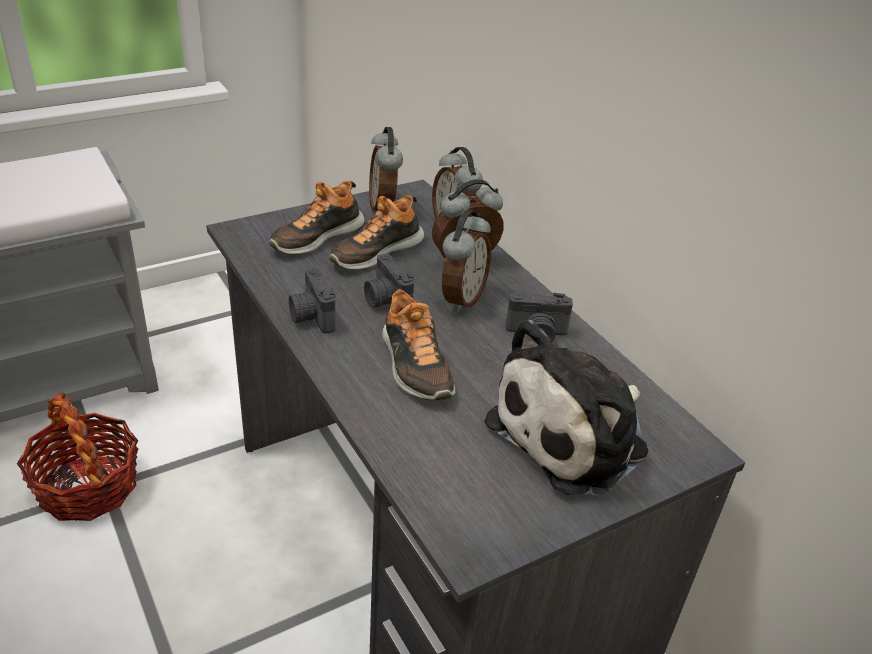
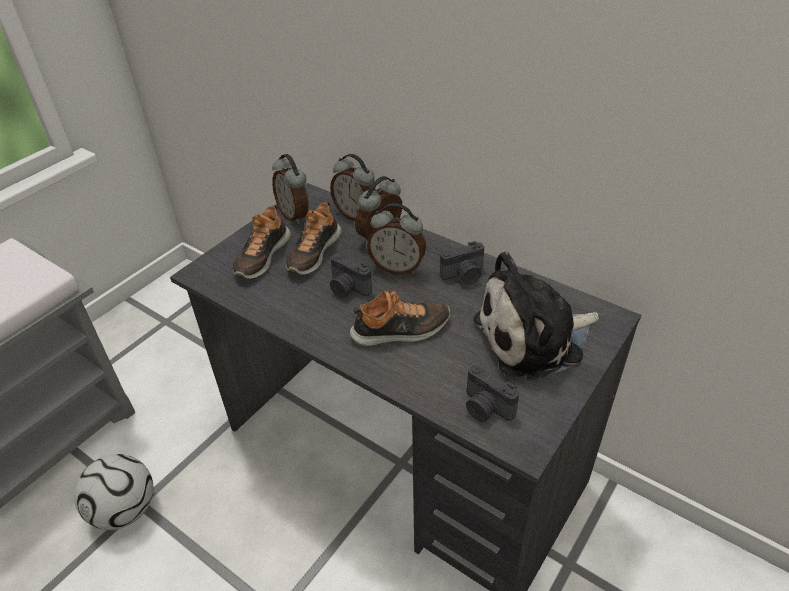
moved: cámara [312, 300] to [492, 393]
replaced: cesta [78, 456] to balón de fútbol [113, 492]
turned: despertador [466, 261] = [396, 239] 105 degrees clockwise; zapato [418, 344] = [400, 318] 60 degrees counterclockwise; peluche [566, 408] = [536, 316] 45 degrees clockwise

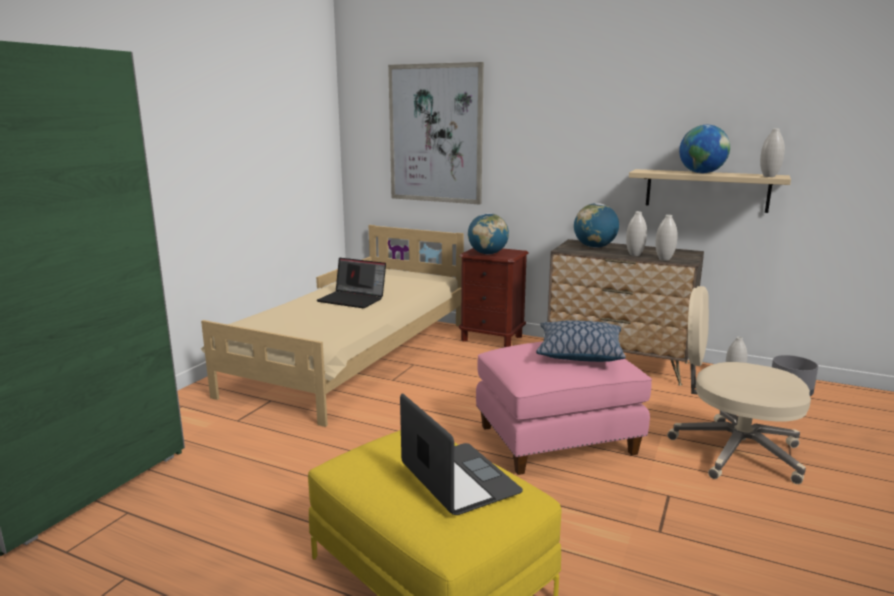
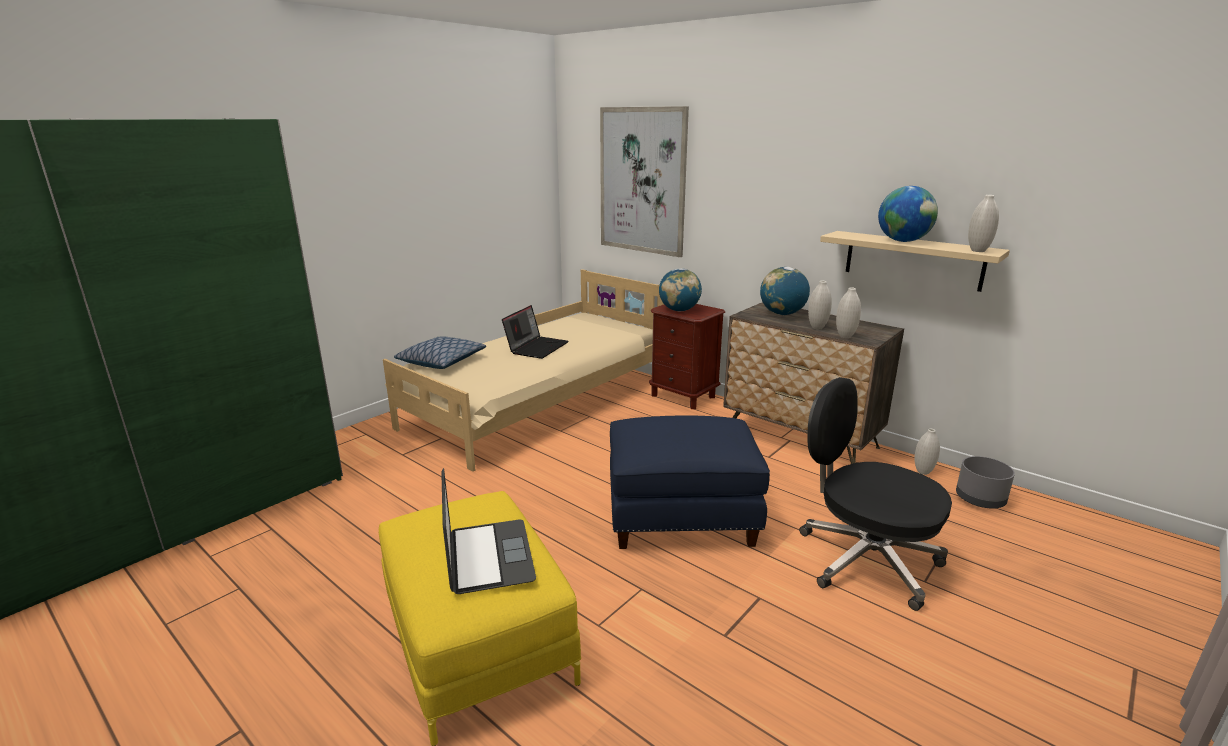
moved: cojín [581, 341] to [440, 352]
recoloured: silla de oficina/beis [739, 385] to silla de oficina/negro [875, 494]; puf/rosa [564, 408] to puf/azul [690, 482]
turned: portátil [351, 283] = [535, 332] 105 degrees counterclockwise

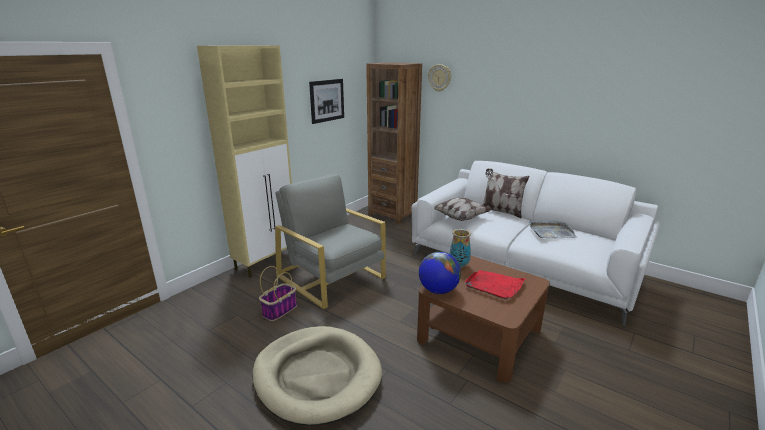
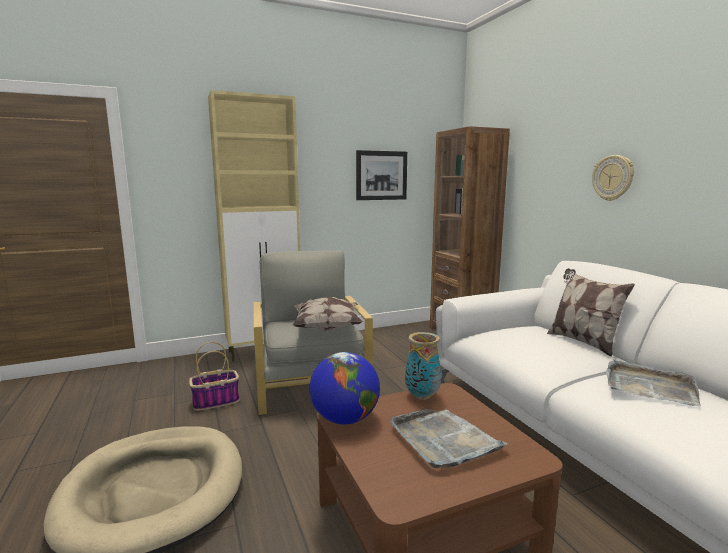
moved: reloj de pared [439, 78] to [613, 178]; cojín [462, 209] to [328, 314]
recoloured: bandeja/rojo [495, 285] to bandeja/gris [449, 438]

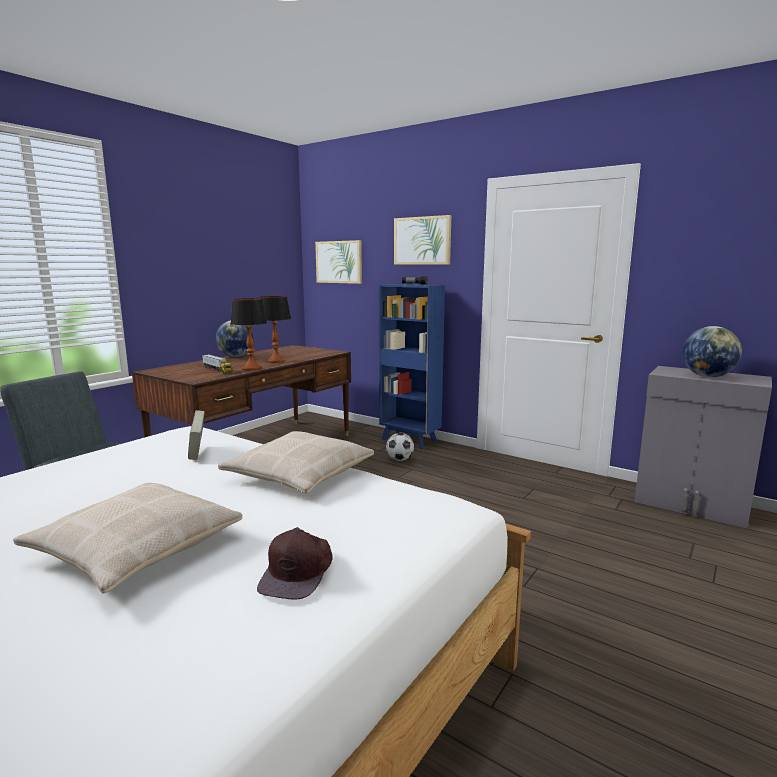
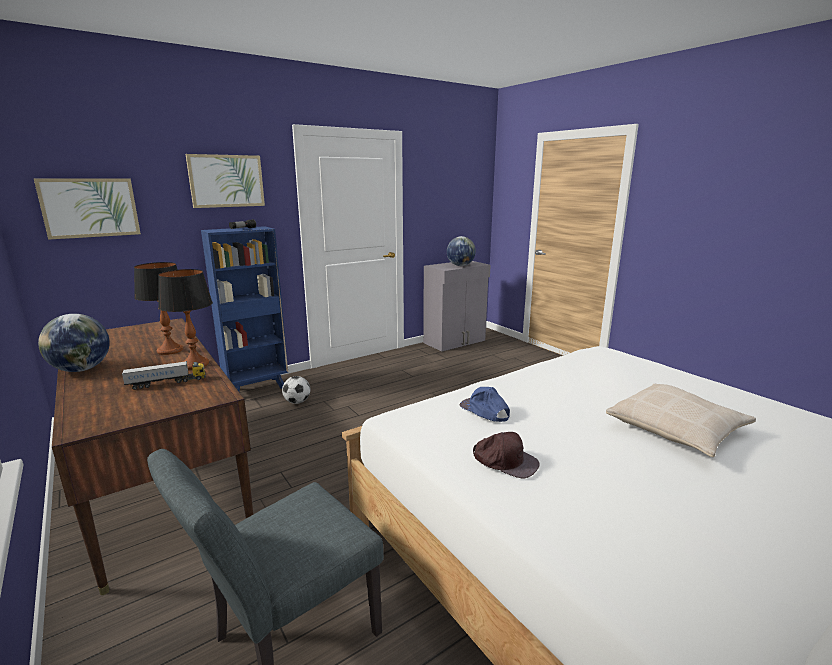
removed: cojín/beis [296, 462]
moved: gorra/marrón [295, 563] to [506, 455]
replaced: libro [196, 435] to gorra/azul [485, 404]

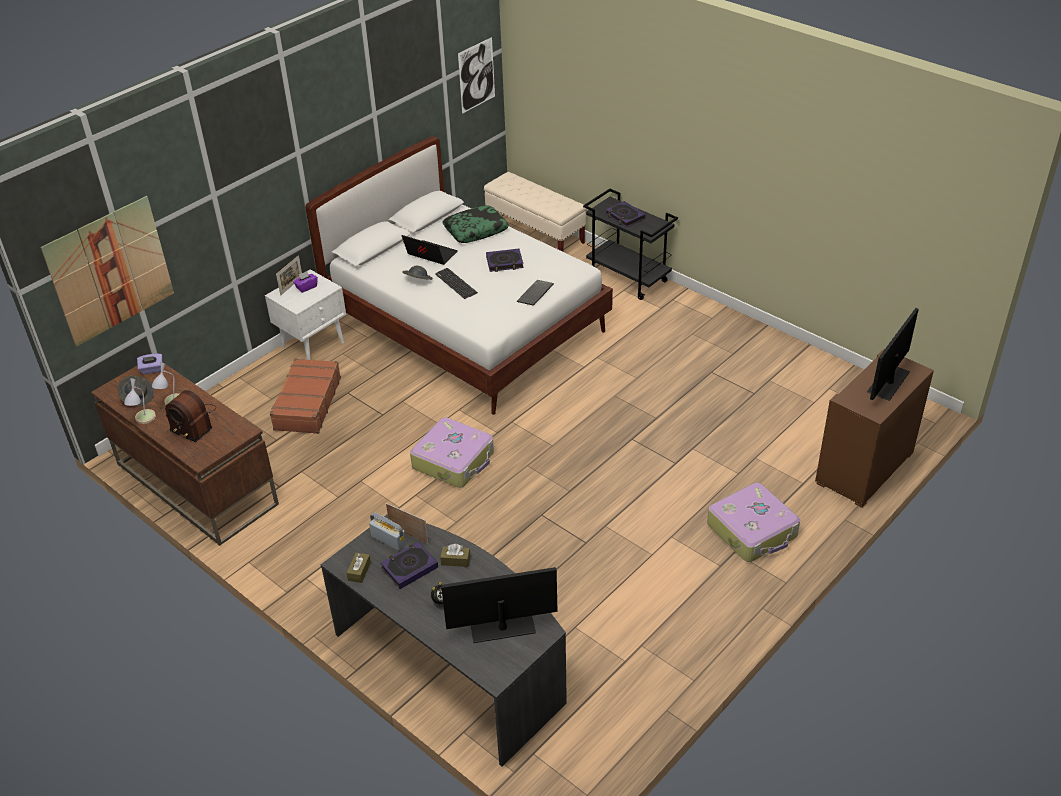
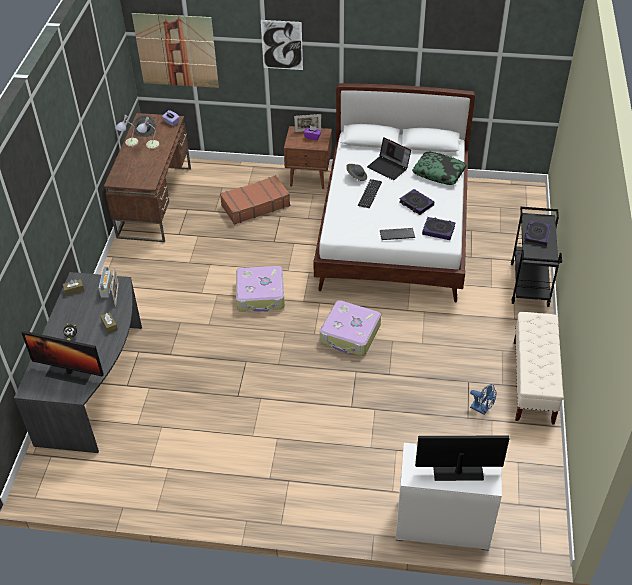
removed: radio [190, 416]
added: ventilador/azul [483, 399]
moved: cuadro [476, 75] to [282, 45]; banco/beis [535, 212] to [539, 368]; maleta [753, 522] to [350, 328]; libro [409, 565] to [439, 228]
recoloured: mesita de noche/blanco [305, 314] to mesita de noche/marrón [308, 157]; cómoda/marrón [874, 428] to cómoda/blanco [449, 497]
turned: portátil [430, 250] = [389, 158] 135 degrees clockwise; monitor [499, 605] = [63, 358] 150 degrees clockwise

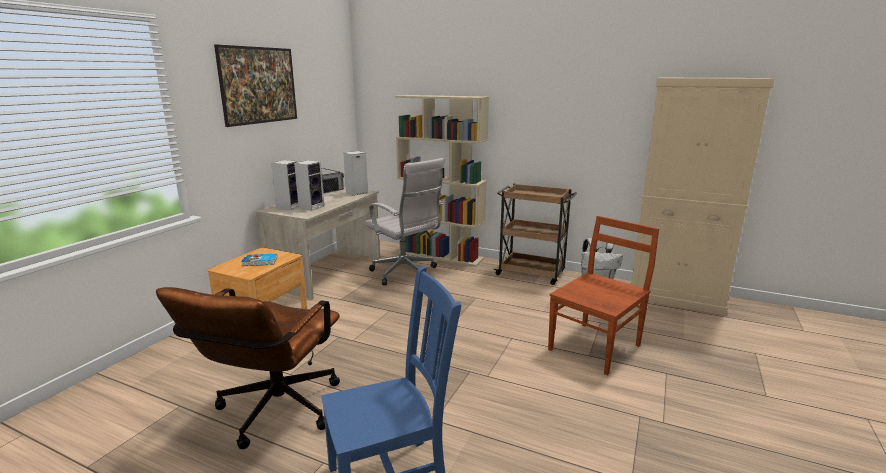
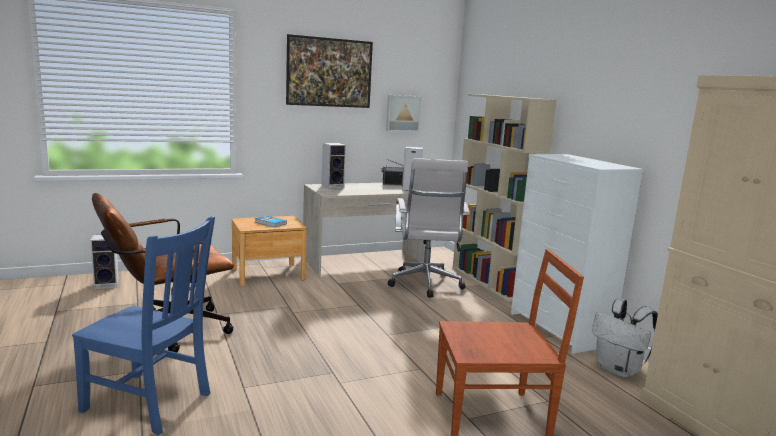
added: cuadro [404, 113]
moved: altavoz [309, 185] to [104, 262]
replaced: carrito/marrón [535, 234] to cómoda/blanco [577, 254]

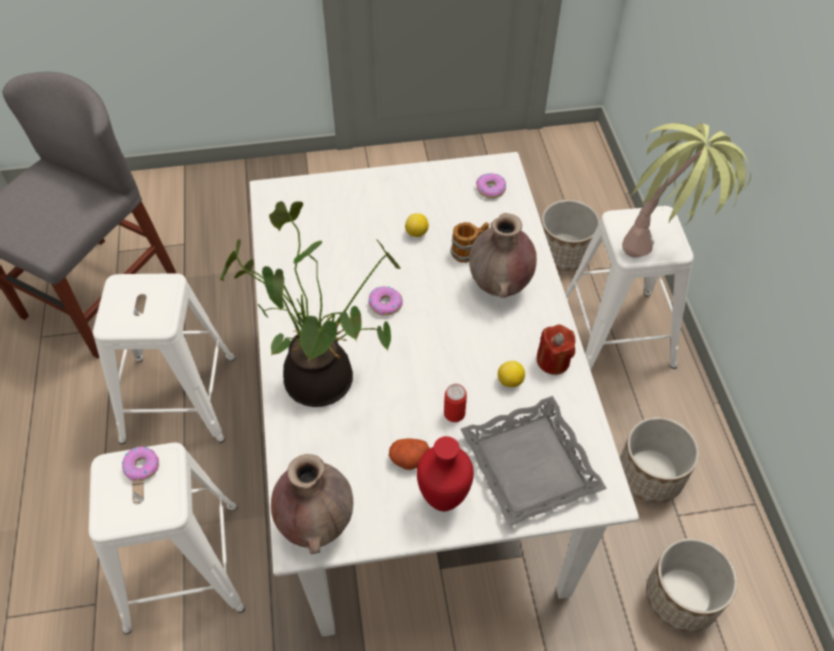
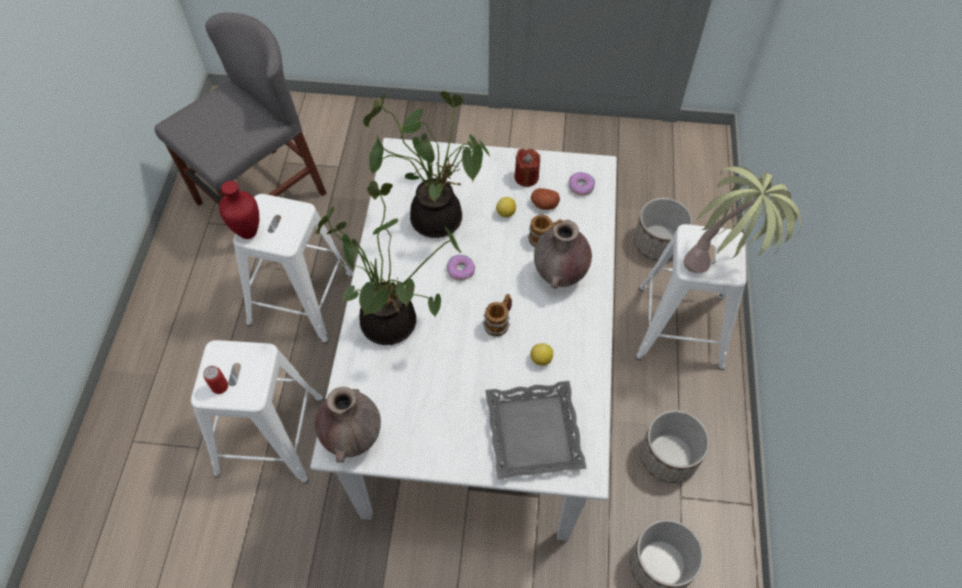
removed: rosquilla [140, 463]
added: planta en maceta [427, 164]; taza grande [497, 315]
moved: vela/rojo [556, 349] to [527, 168]; lata [455, 403] to [215, 380]; florero/rojo [445, 473] to [239, 210]; patata [409, 454] to [545, 199]

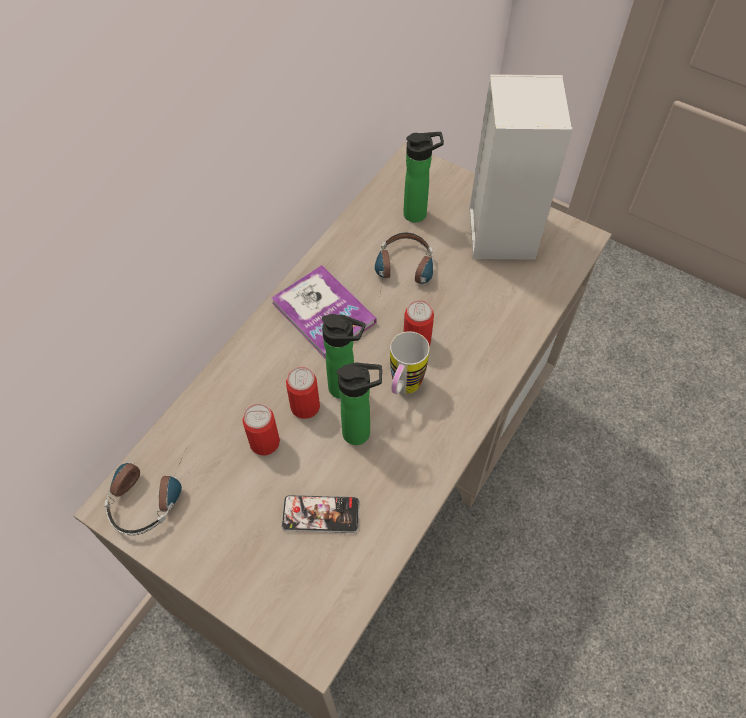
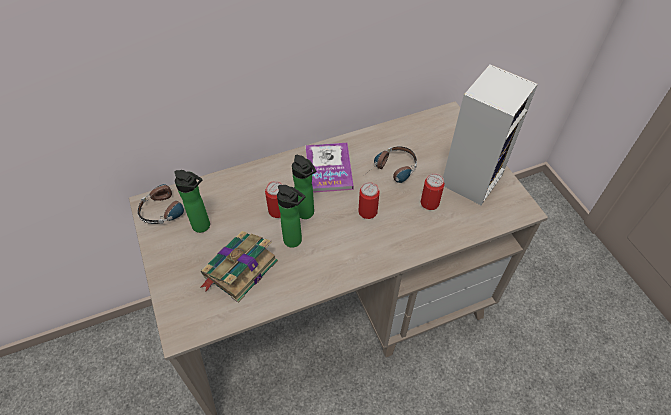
removed: taza grande [409, 362]
moved: botella [423, 177] to [192, 201]; lata [261, 429] to [433, 191]
replaced: móvil [320, 514] to libro [239, 267]

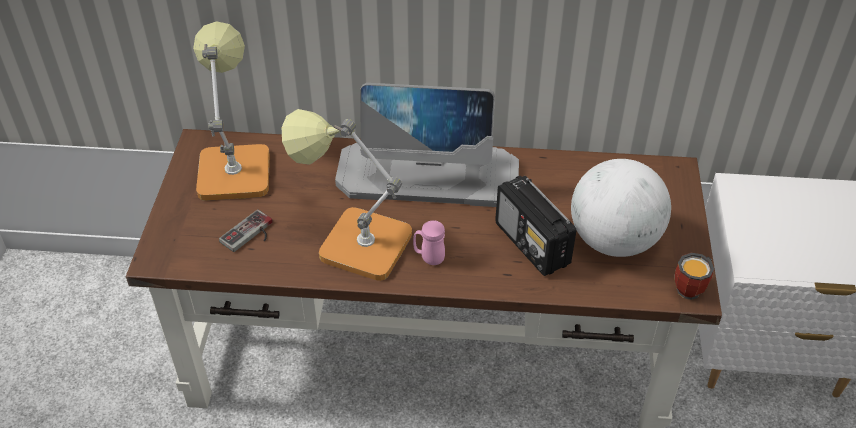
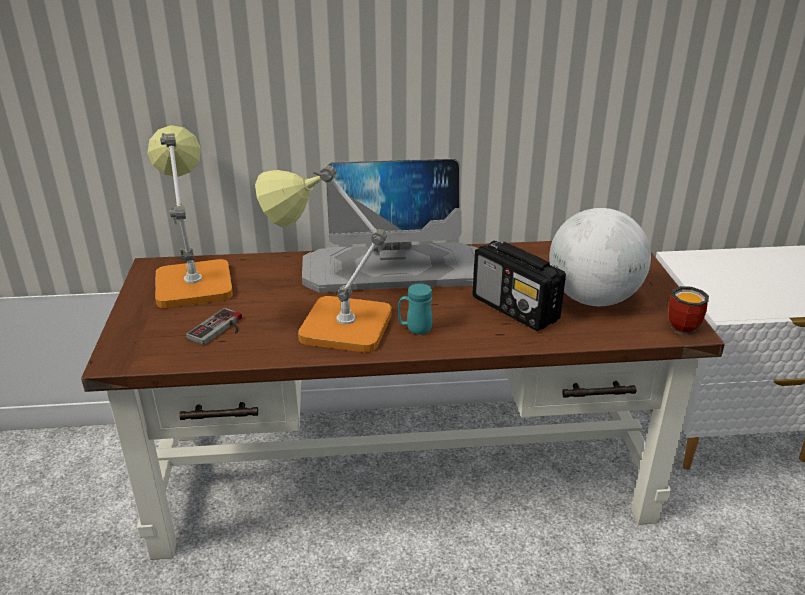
recoloured: taza grande/rosa [429, 242] to taza grande/turquesa [415, 309]

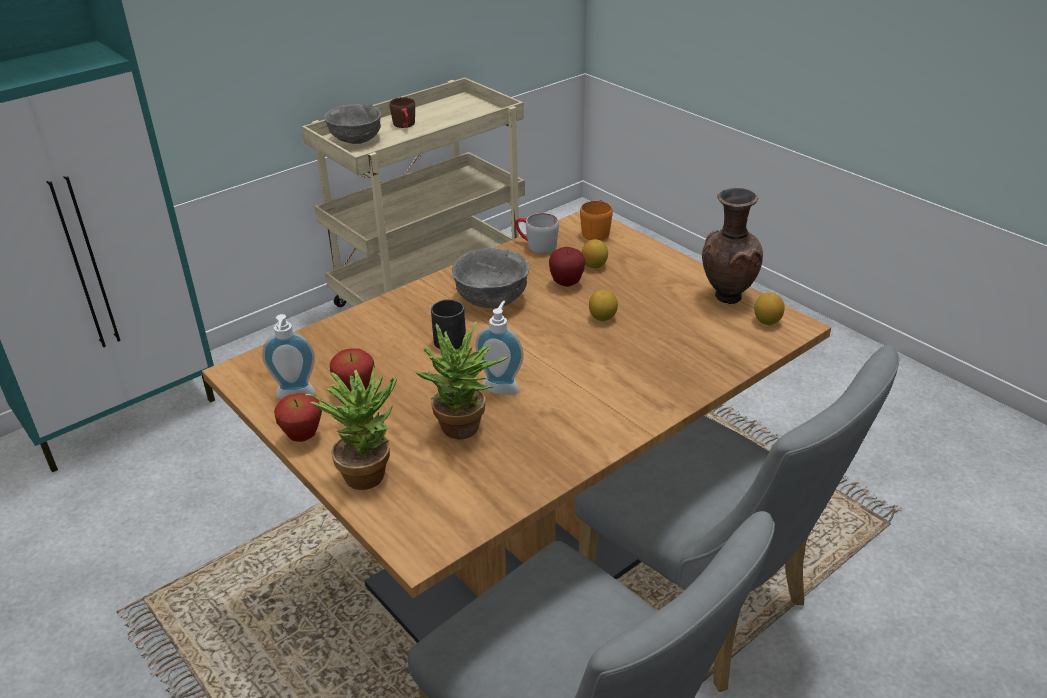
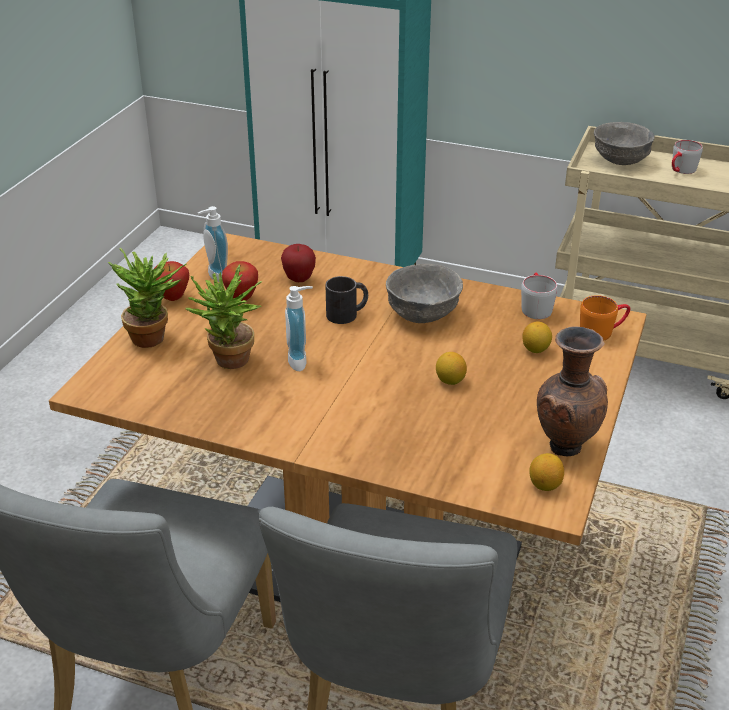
moved: manzana [567, 266] to [298, 263]
recoloured: taza grande/marrón [402, 112] to taza grande/gris [687, 157]

